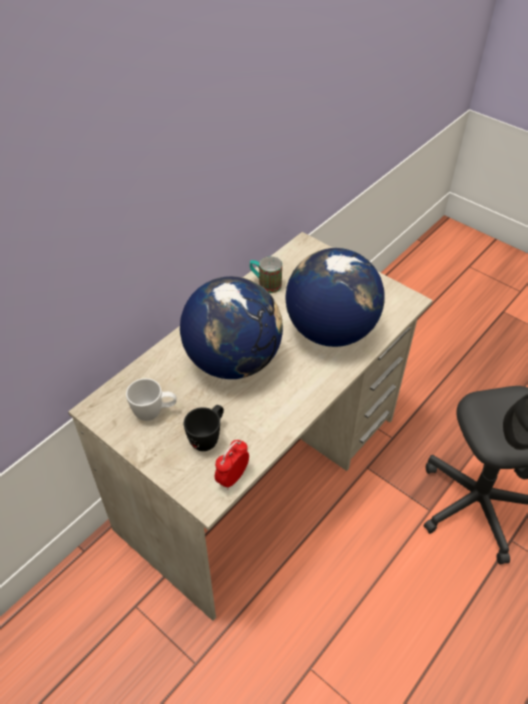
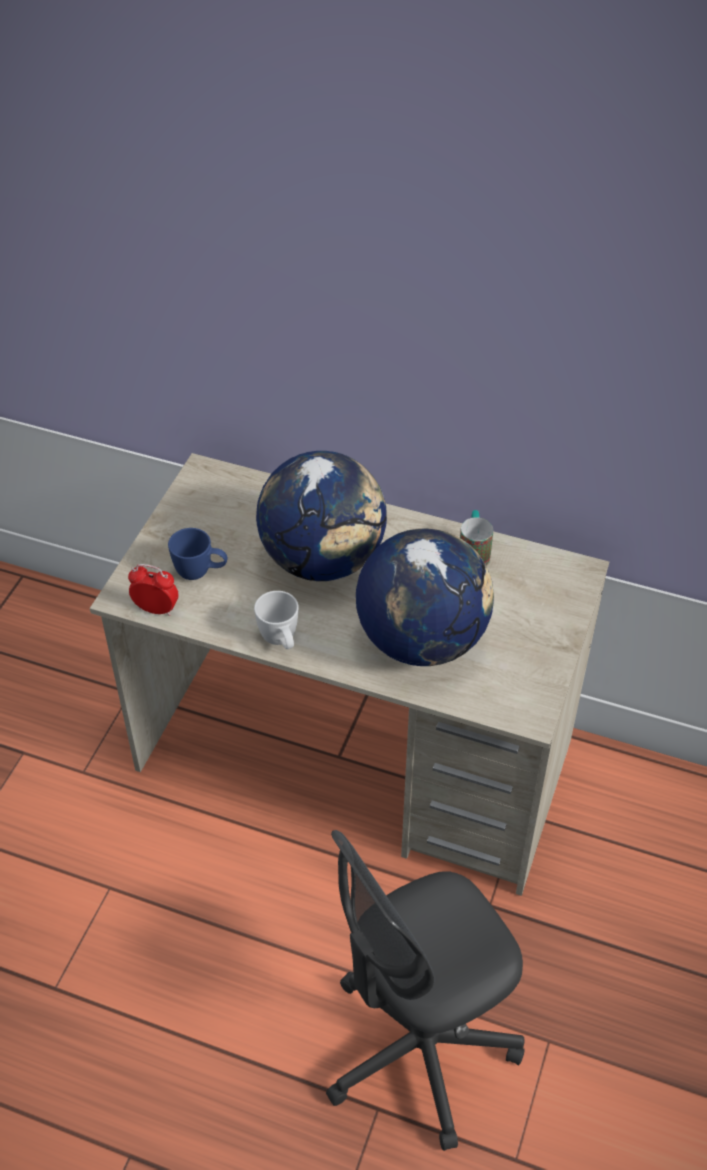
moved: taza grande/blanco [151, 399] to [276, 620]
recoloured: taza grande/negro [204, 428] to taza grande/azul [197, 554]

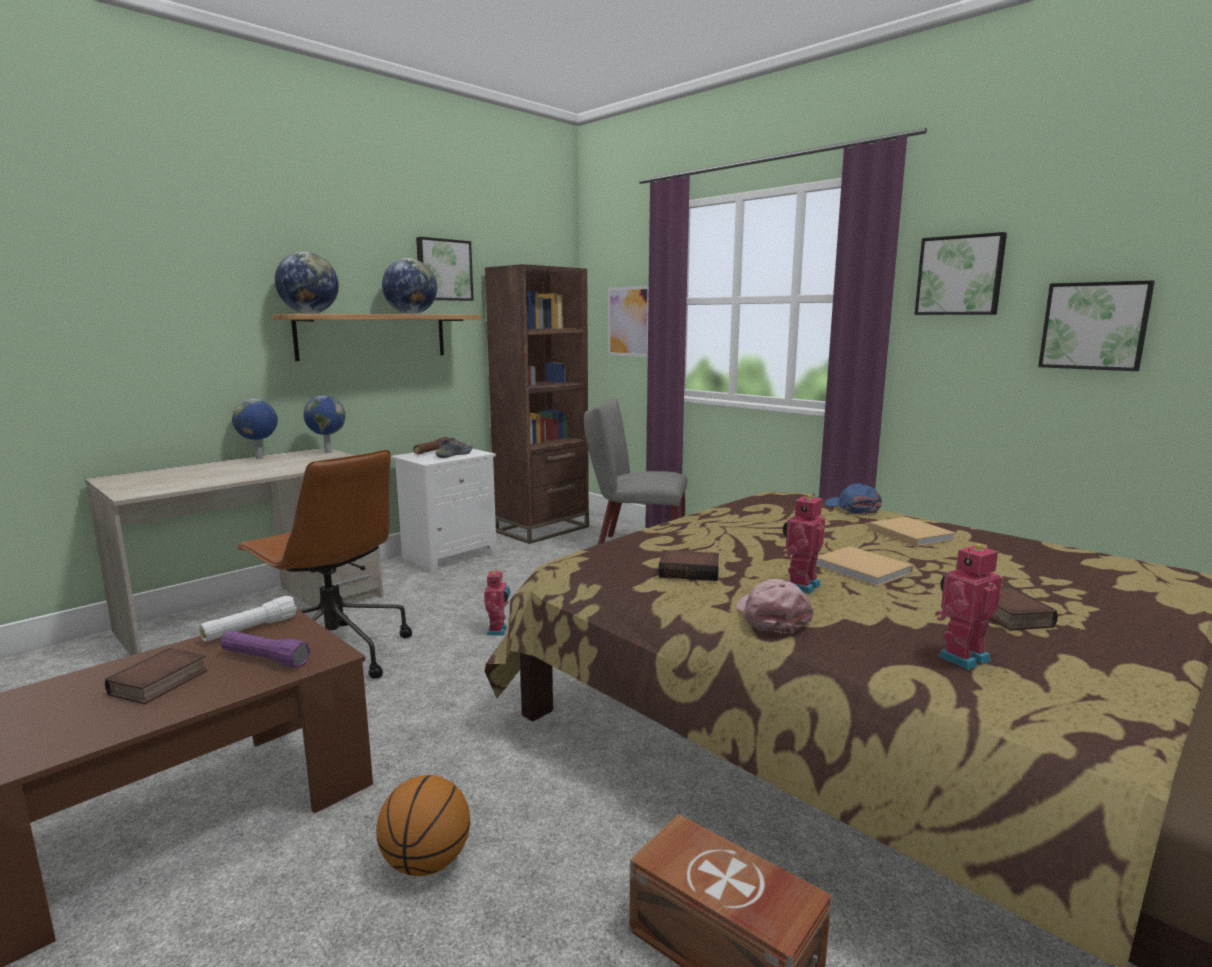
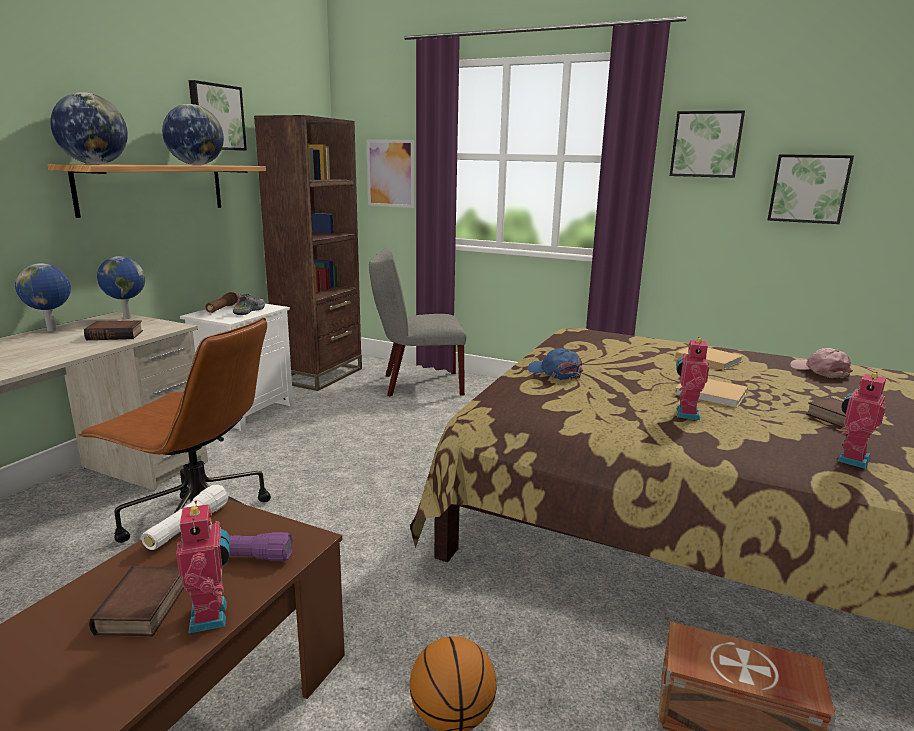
moved: gorra/azul [853, 499] to [555, 364]; libro [688, 565] to [113, 330]; robot de juguete [497, 602] to [203, 567]; gorra/rosa [774, 606] to [821, 363]

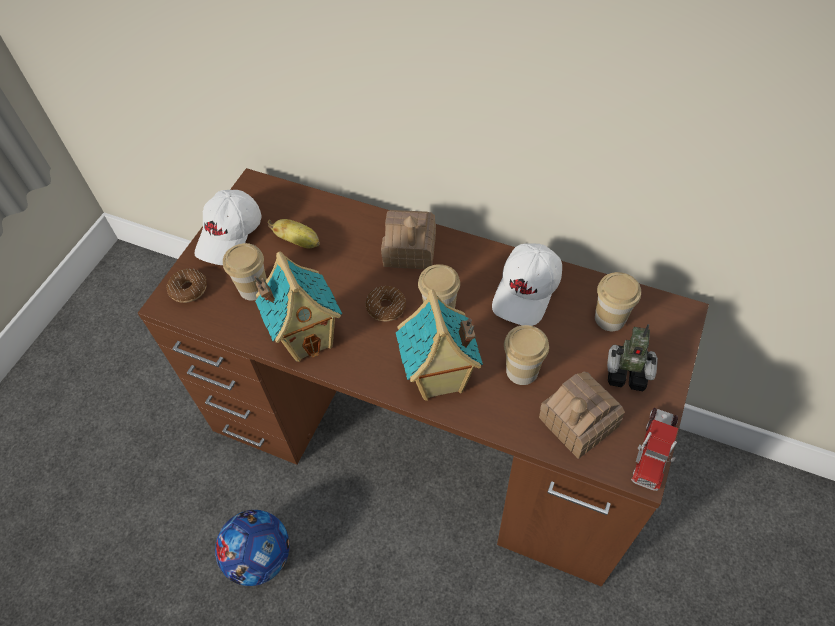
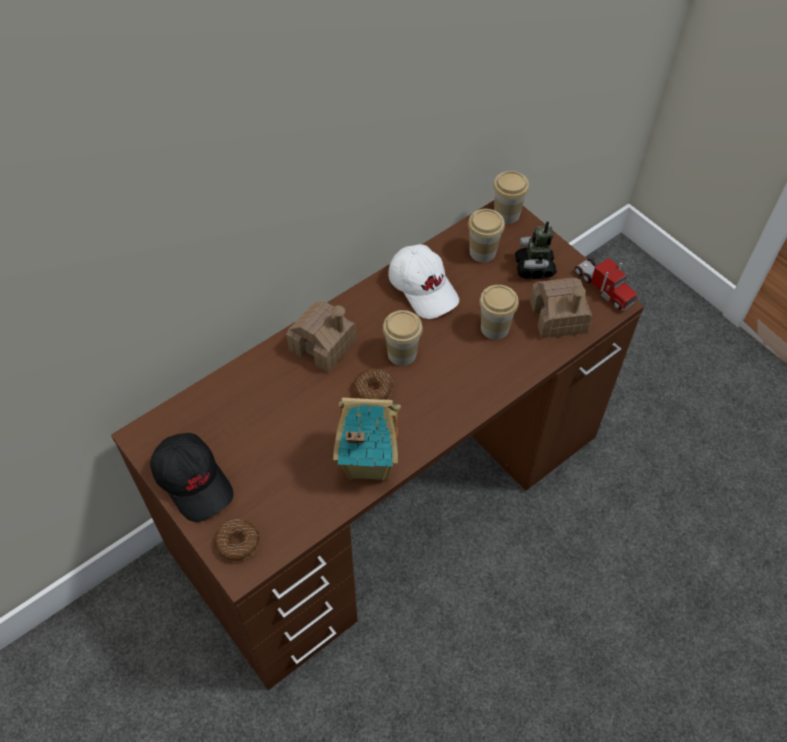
removed: plátano [294, 234]; casita [439, 345]; balón de fútbol [252, 548]
moved: taza [245, 271] to [511, 197]
recoloured: gorra/blanco [227, 227] to gorra/negro [192, 477]
turned: robot de juguete [632, 357] = [536, 250] 135 degrees clockwise

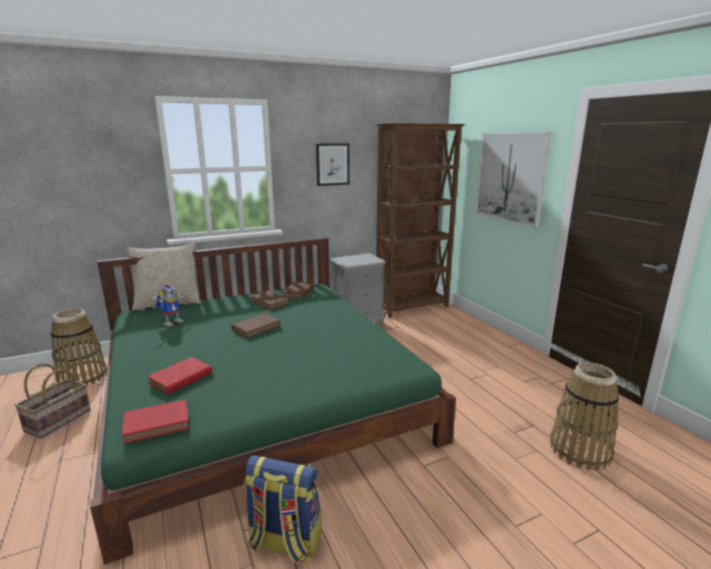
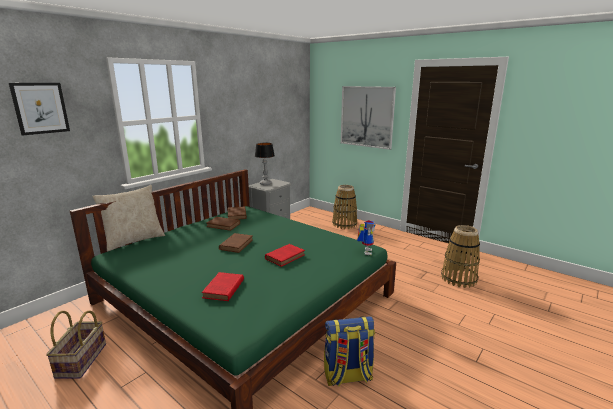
removed: estantería/marrón [421, 221]
added: lámpara de mesa [265, 164]
moved: cuadro [333, 164] to [39, 109]; robot de juguete [170, 305] to [366, 237]; cesta [79, 348] to [344, 207]; libro/rojo [155, 421] to [285, 255]

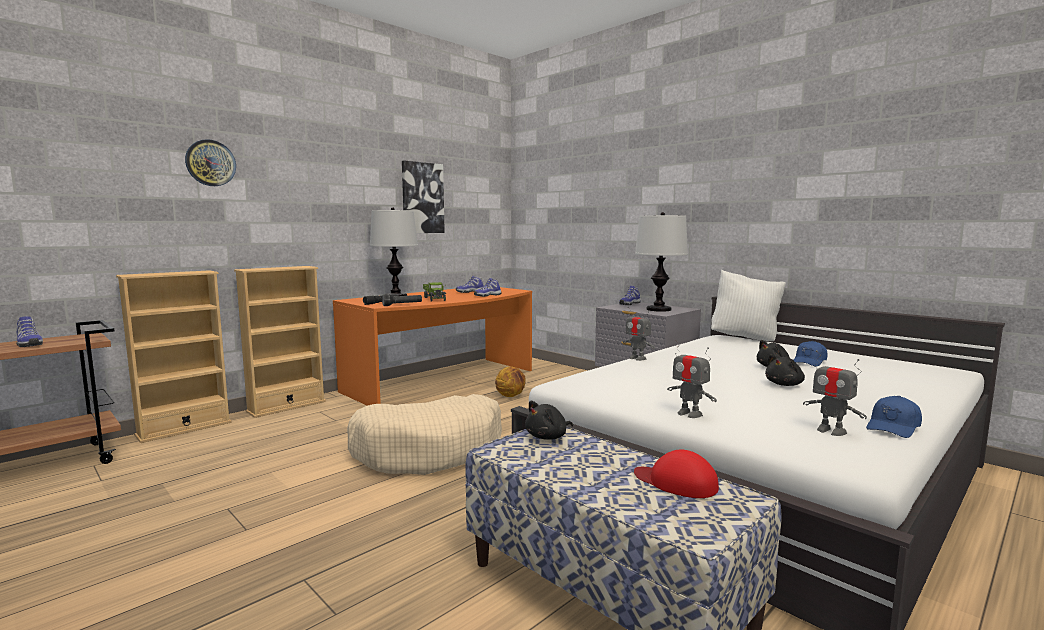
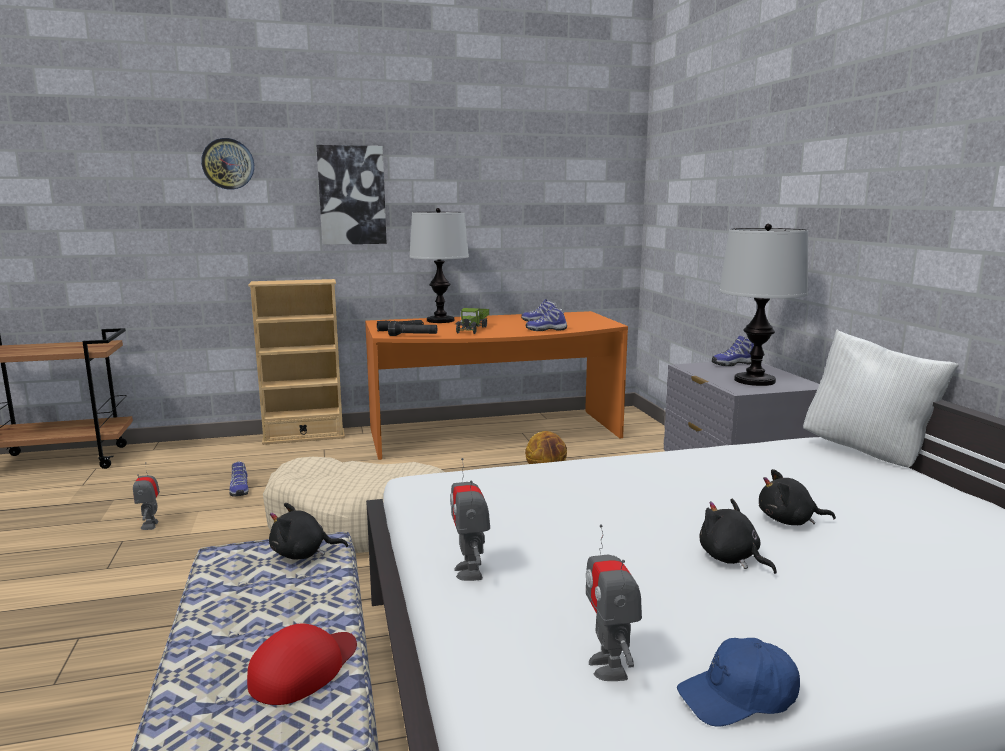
removed: estantería/beis [173, 356]; gorra/azul [810, 354]
moved: cuadro [423, 196] to [351, 195]; robot de juguete [639, 334] to [146, 496]; zapato [29, 331] to [239, 478]
turned: peluche/negro [785, 370] = [738, 536] 60 degrees clockwise; gorra/rojo [676, 474] = [302, 664] 60 degrees clockwise

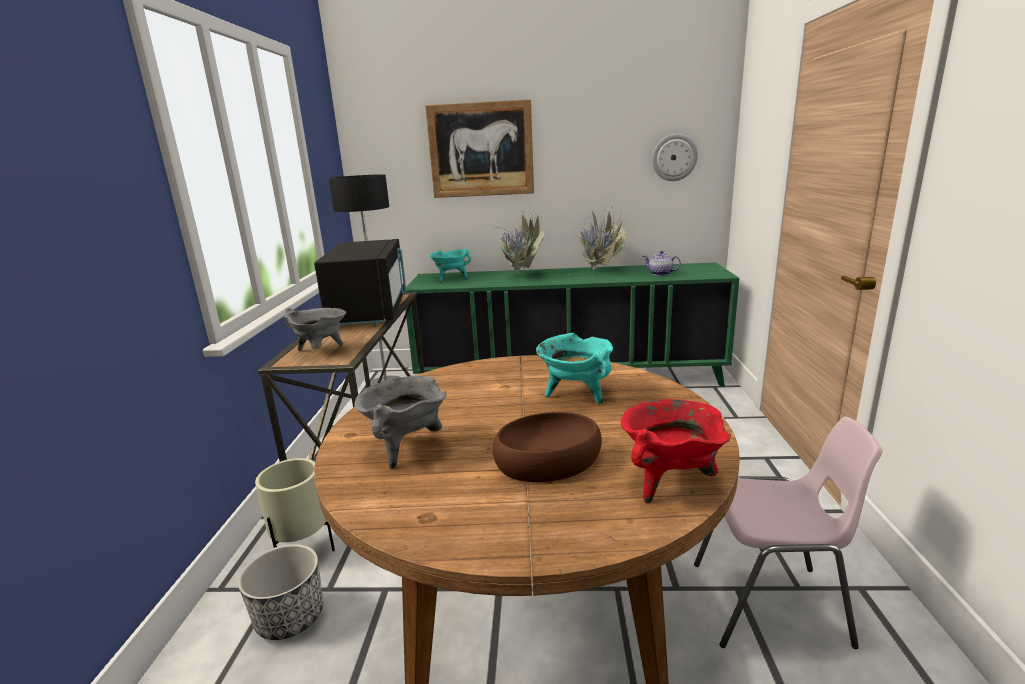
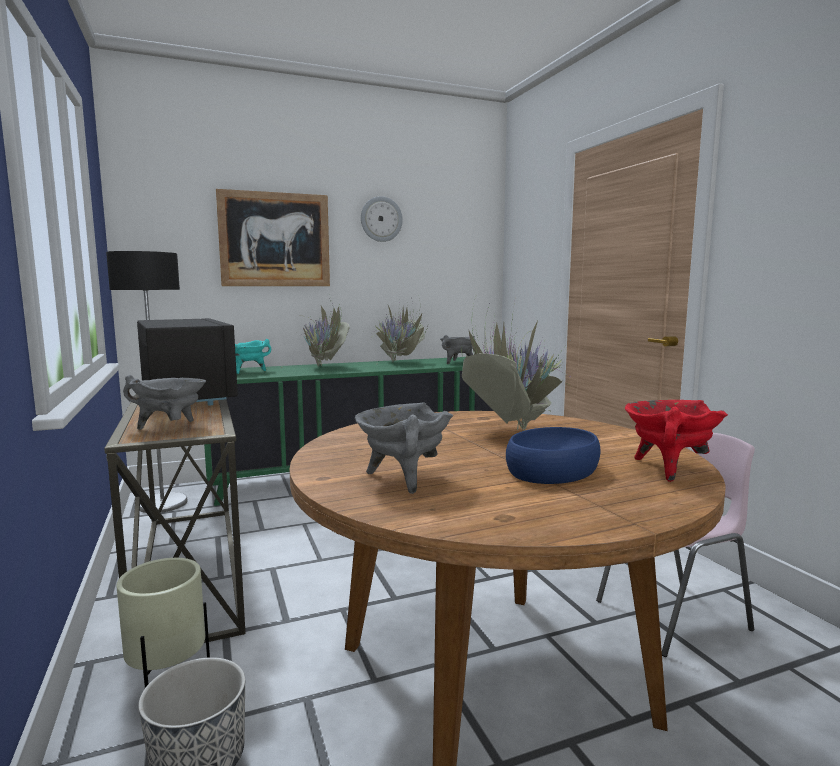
moved: reloj de pared [675, 157] to [382, 219]
replaced: tetera [662, 263] to olla/gris [458, 349]; olla/turquesa [574, 368] to planta en maceta [516, 361]
recoloured: cuenco/marrón [547, 447] to cuenco/azul [553, 455]

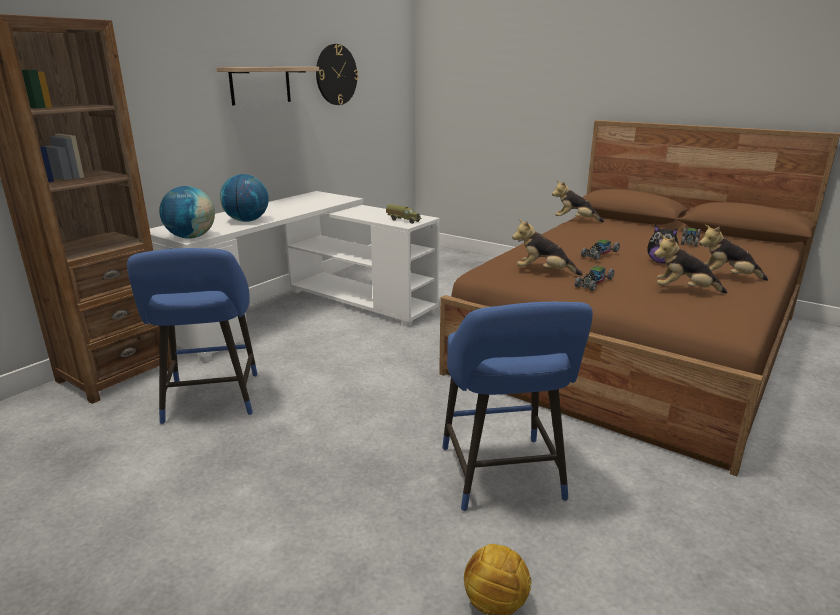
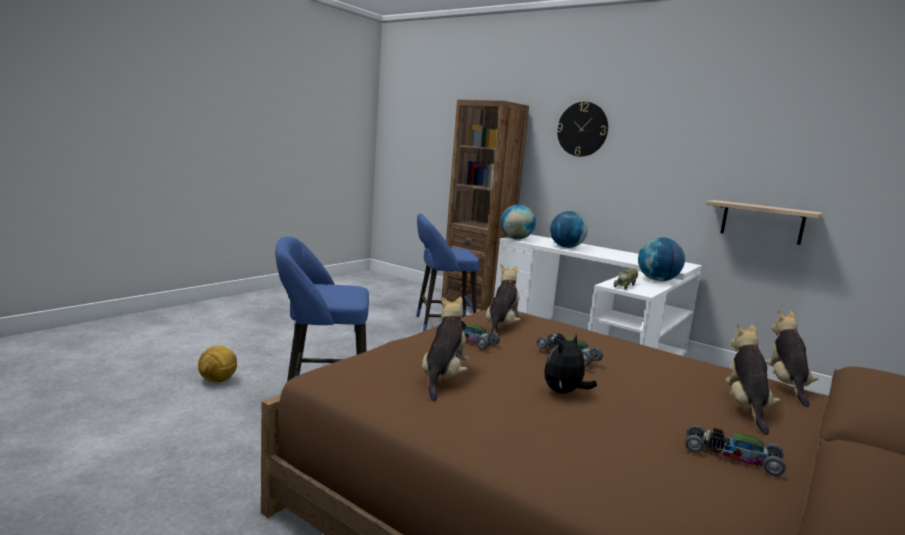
added: globo terráqueo [661, 259]
moved: reloj de pared [337, 74] to [582, 129]; estante [268, 86] to [764, 222]; peluche [733, 252] to [752, 379]

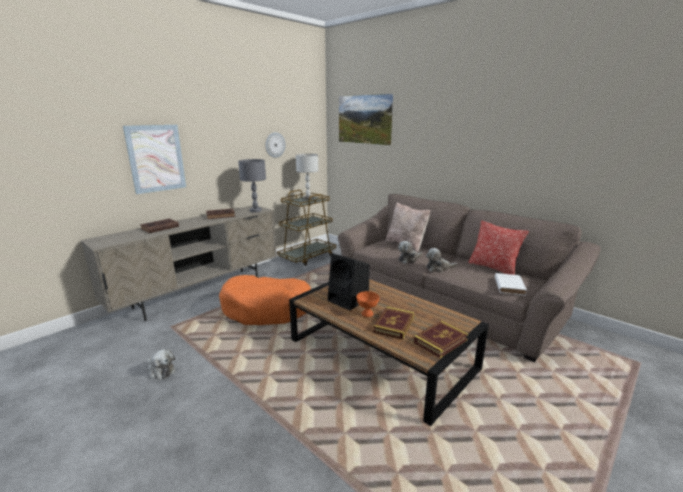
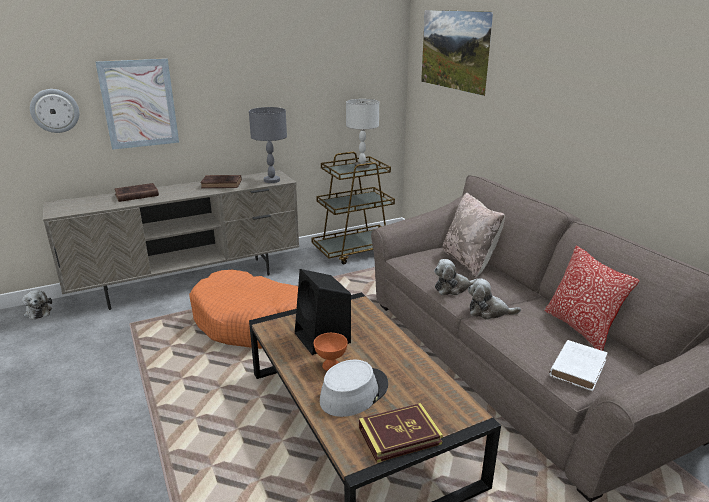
moved: reloj de pared [275, 145] to [54, 111]; peluche [161, 364] to [37, 304]
replaced: libro [393, 323] to sombrero/gris [354, 388]

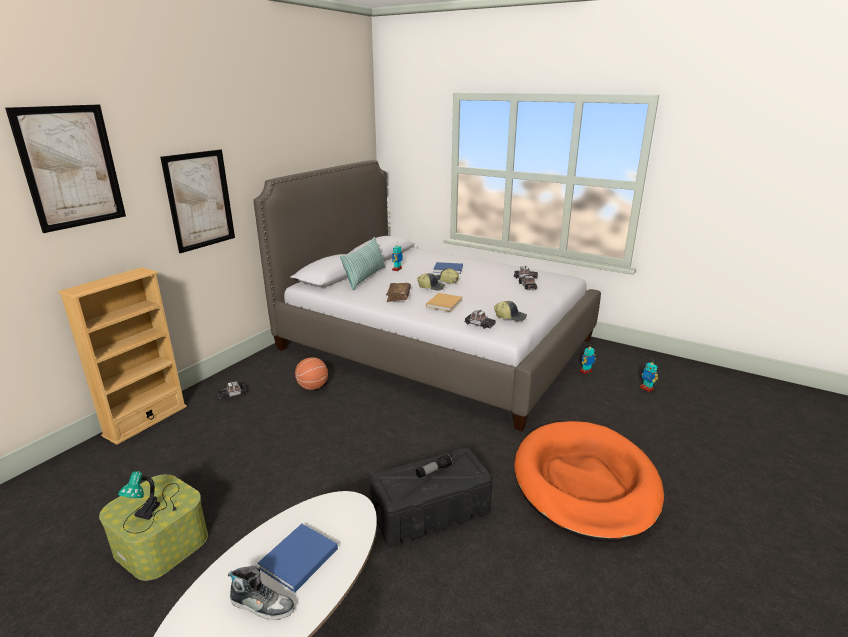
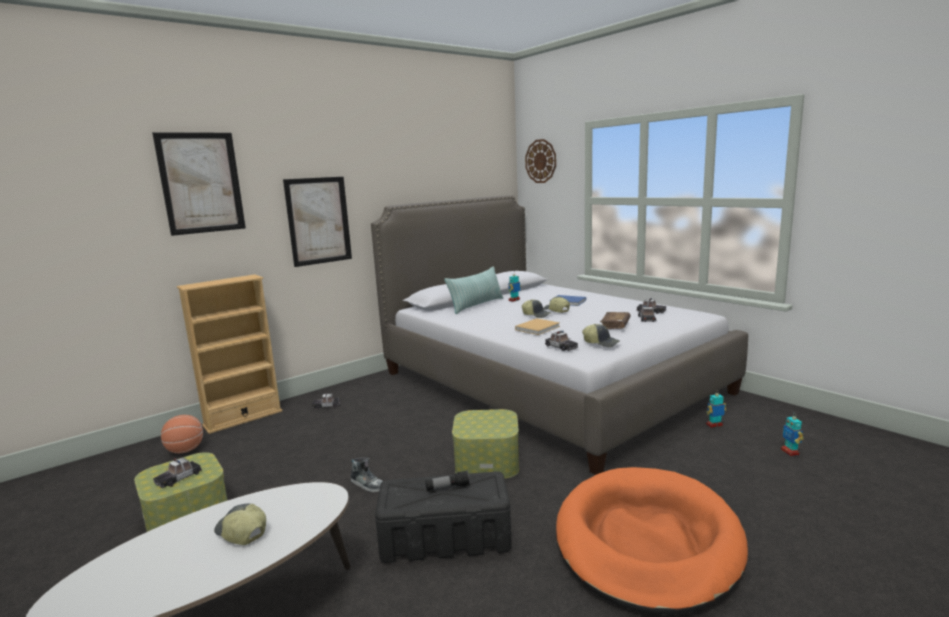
added: reloj de pared [540, 161]; caja de almacenaje [485, 444]
moved: libro/marrón [398, 292] to [615, 320]; balón de baloncesto [311, 373] to [182, 434]; zapato [261, 593] to [366, 475]
replaced: lámpara de mesa [148, 502] to coche de juguete [177, 472]; libro/azul [297, 558] to gorra [240, 524]

